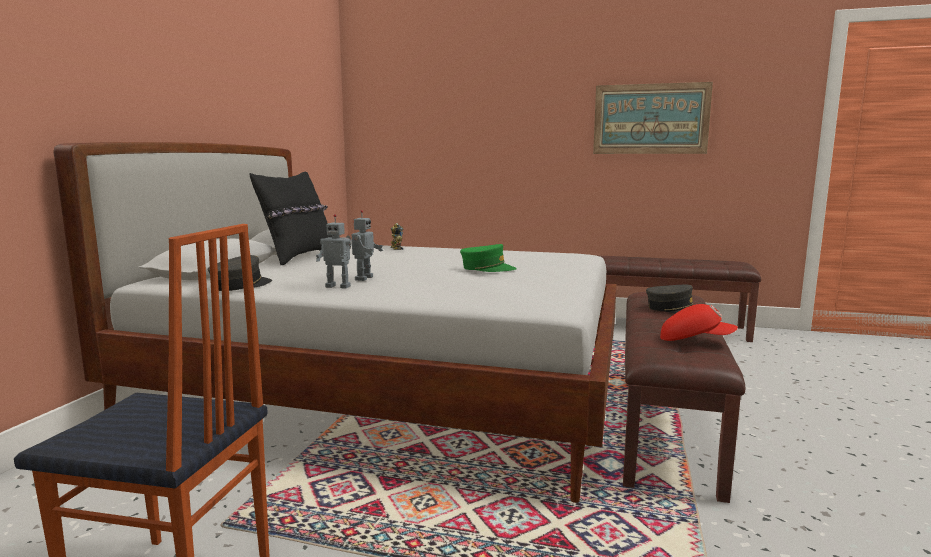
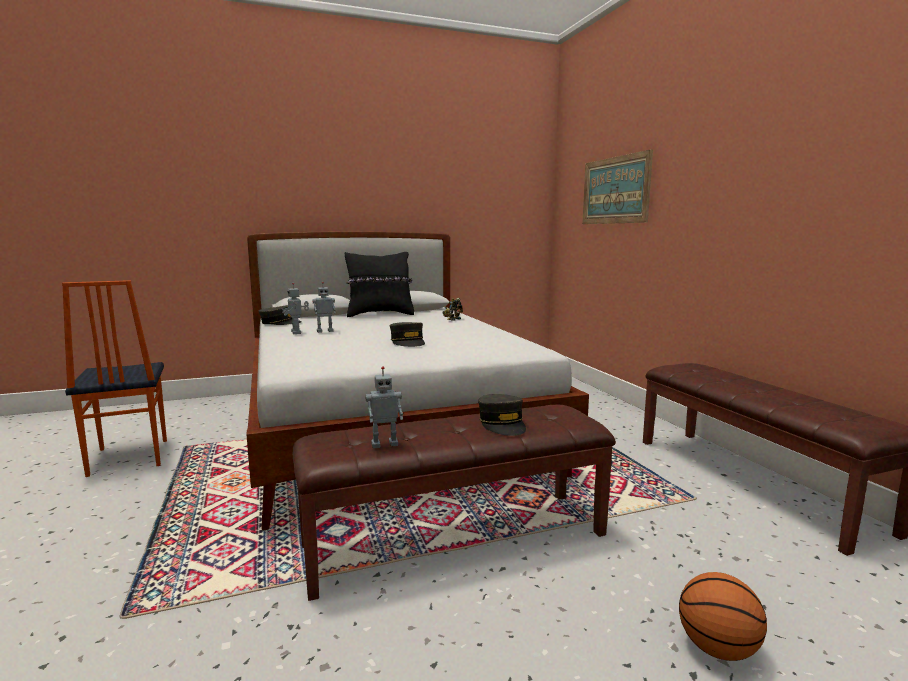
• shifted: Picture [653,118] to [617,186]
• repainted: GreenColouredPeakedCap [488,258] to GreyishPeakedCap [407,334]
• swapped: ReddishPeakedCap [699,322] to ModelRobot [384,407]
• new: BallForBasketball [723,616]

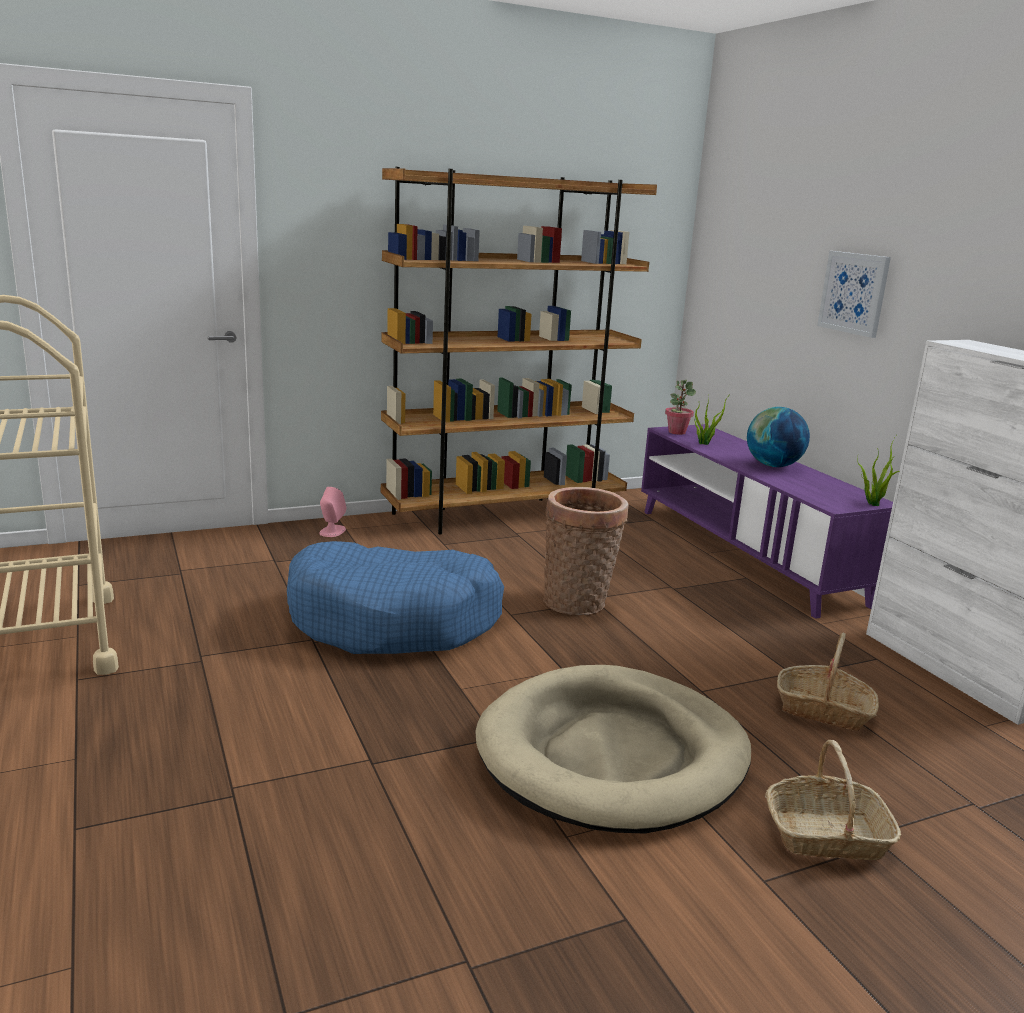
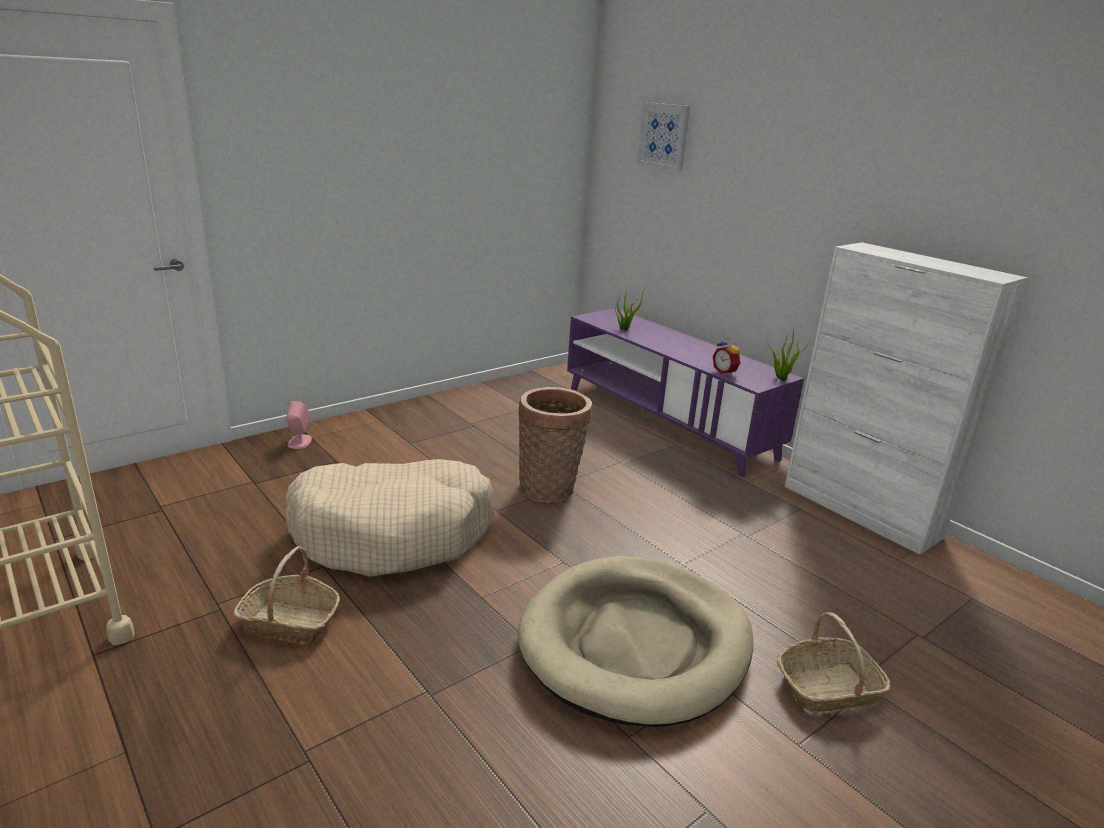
• gone: BrownColouredBookshelf [519,351]
• shifted: Picture [854,294] to [663,136]
• gone: Houseplant [680,407]
• gone: Globe [778,437]
• repainted: BlueDogBed [395,597] to BeigeColouredDogBed [390,518]
• shifted: StorageBasket [828,682] to [287,595]
• new: TableClock [726,357]

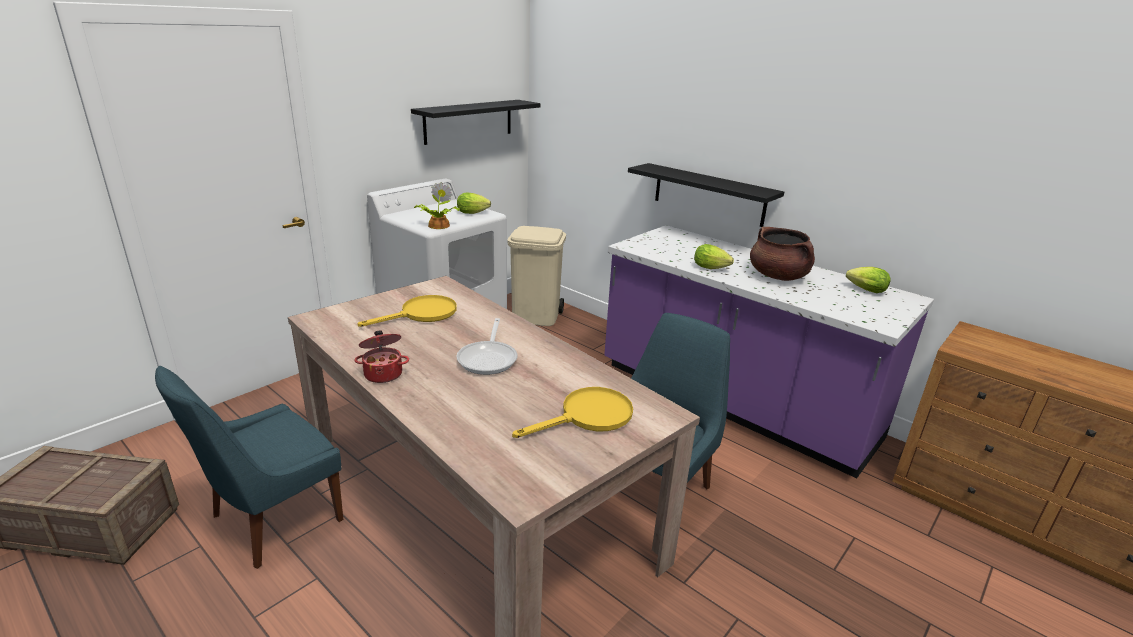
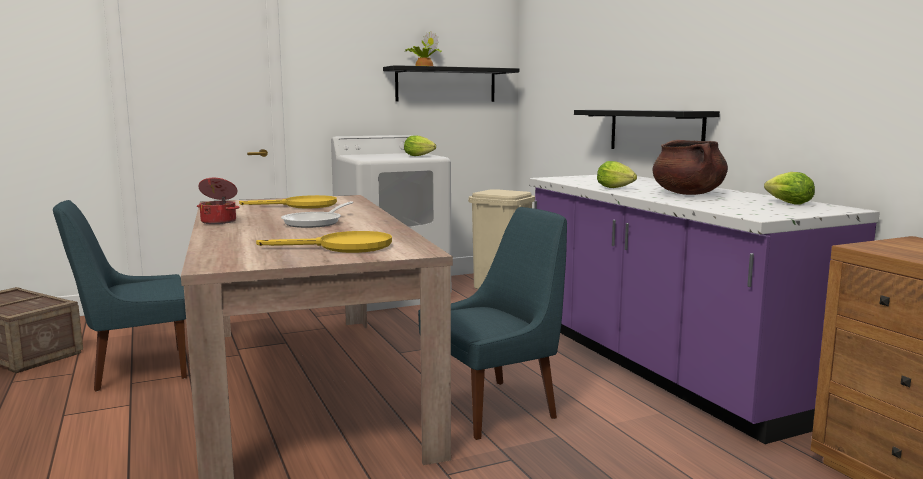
• shifted: Houseplant [437,205] to [423,48]

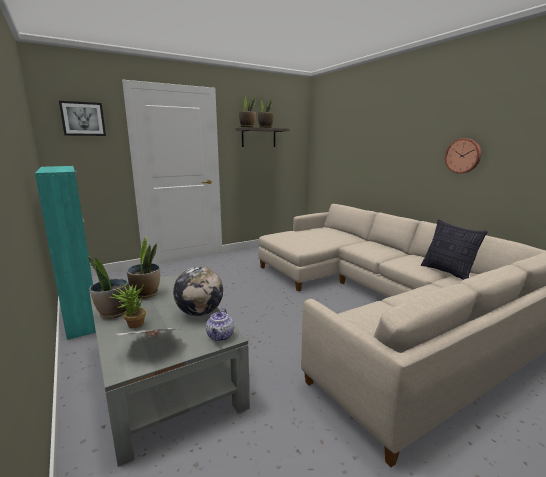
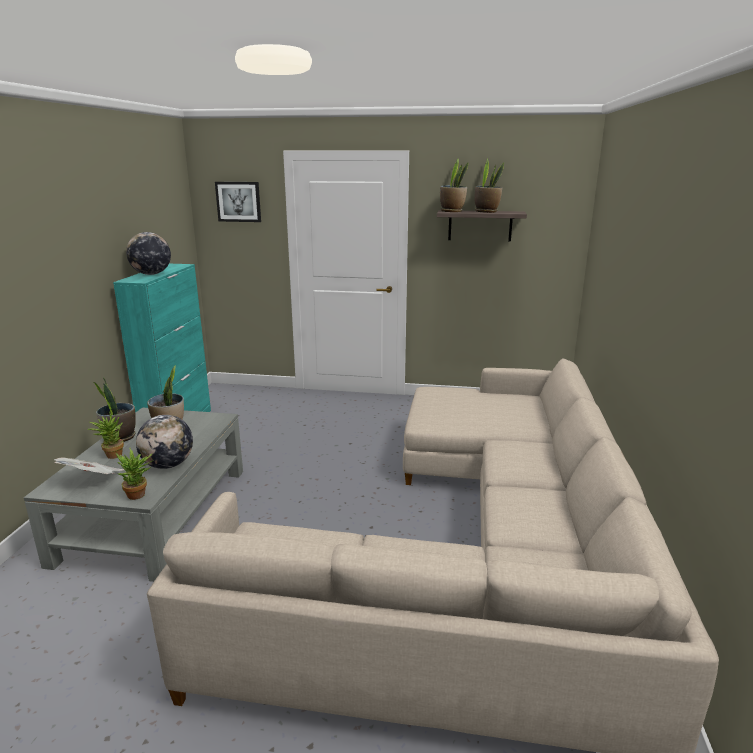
• gone: HangingClock [463,156]
• gone: Pillow [454,249]
• swapped: Teapot [220,324] to Houseplant [135,474]
• new: Globe [148,253]

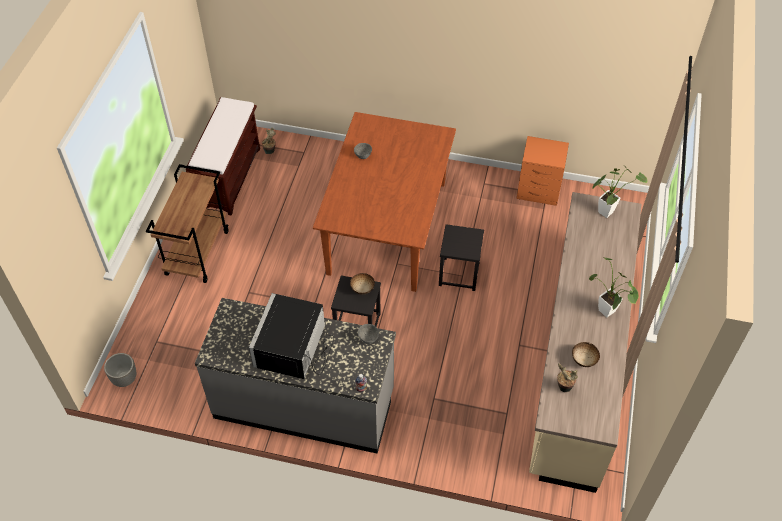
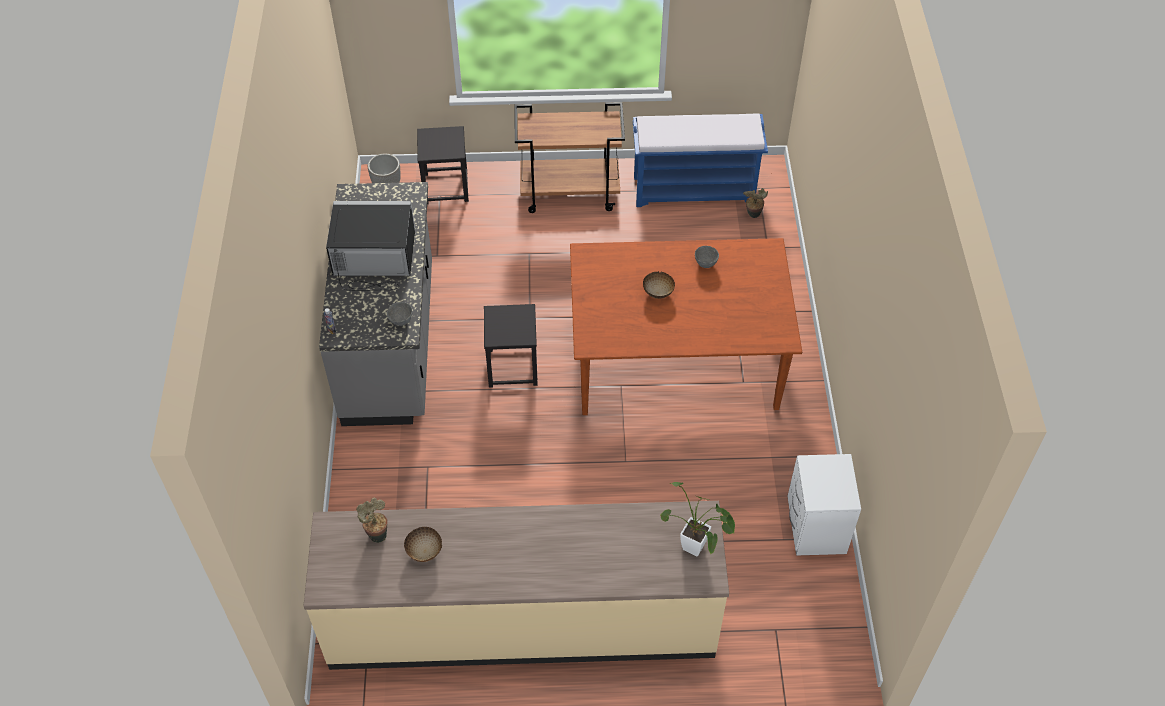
• repainted: BrownColouredBench [223,156] to BlueBench [700,160]
• repainted: OrangeBedsideTable [543,171] to WhiteColouredBedsideTable [824,505]
• shifted: BlackishStoolSeat [461,257] to [443,165]
• gone: Houseplant [614,287]
• shifted: ServingBowl [362,284] to [659,285]

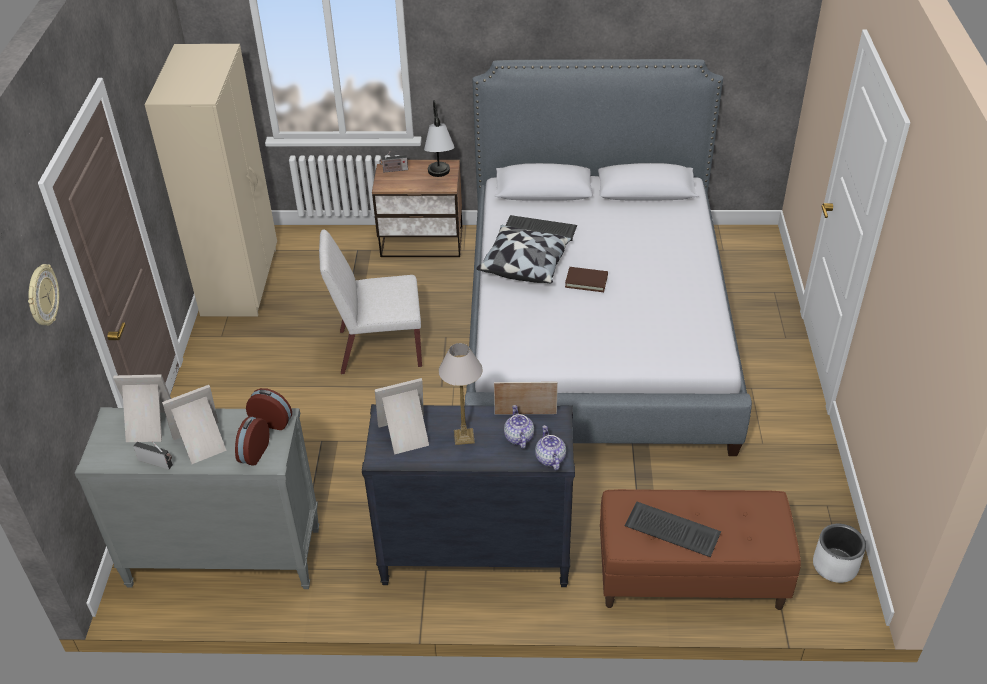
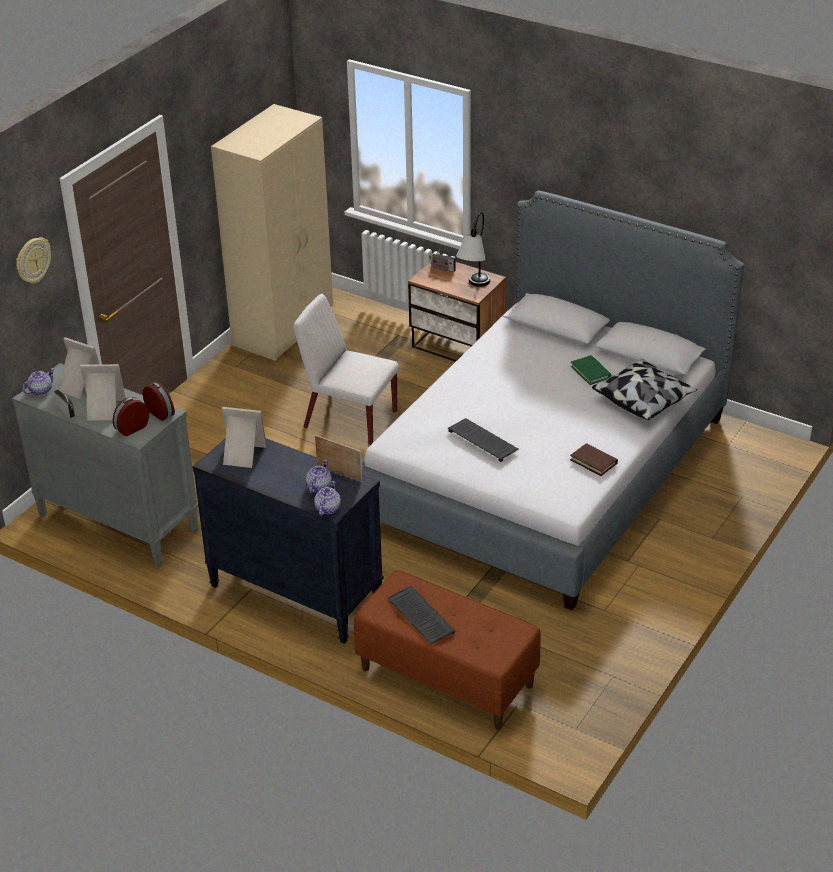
• shifted: PcKeyboard [541,228] to [483,440]
• shifted: Pillow [524,254] to [644,389]
• shifted: BrownColouredVolume [586,279] to [594,459]
• gone: TabletopLamp [460,394]
• gone: WhiteColouredPlantPot [839,553]
• new: GreenColouredVolume [591,370]
• new: Teapot [38,381]

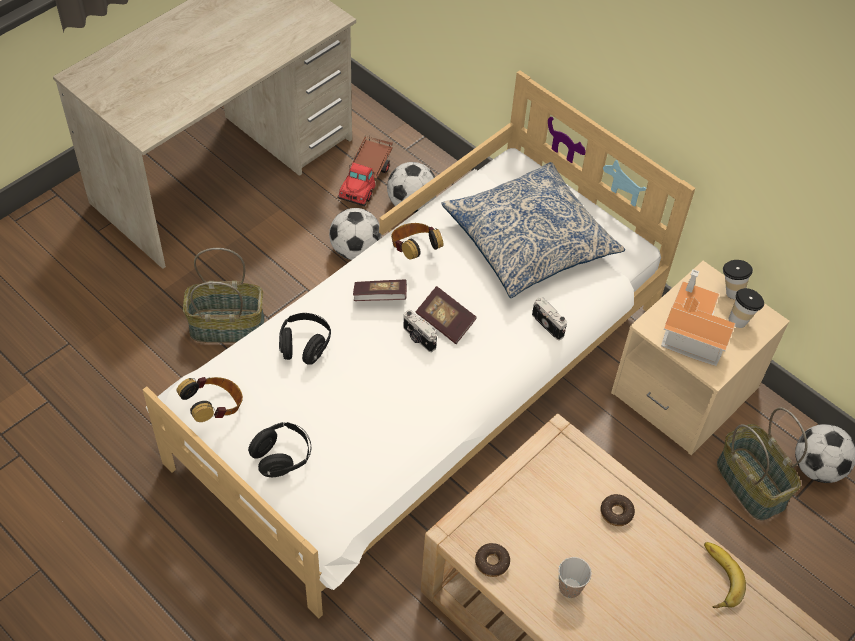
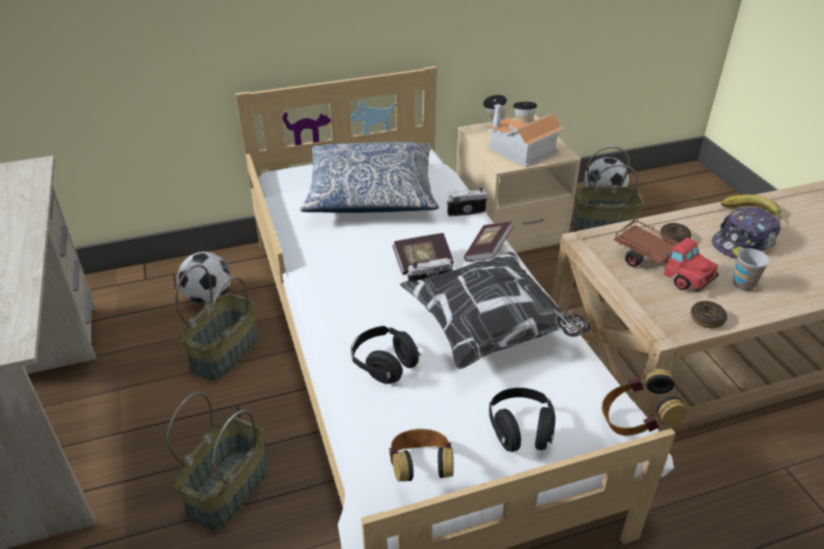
• shifted: ToyTruck [365,171] to [666,255]
• swapped: BallForFootball [355,234] to StorageBasket [217,323]
• shifted: Headset [417,241] to [644,402]
• shifted: Volume [380,290] to [488,241]
• new: PeakedCap [746,232]
• new: Pillow [496,310]

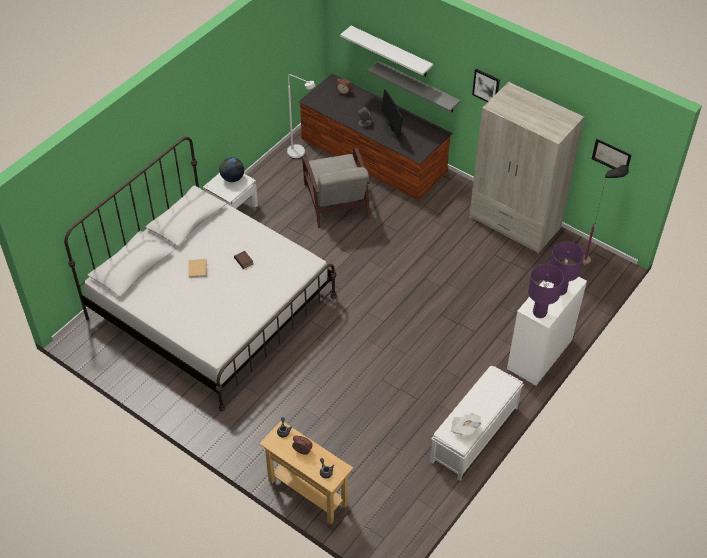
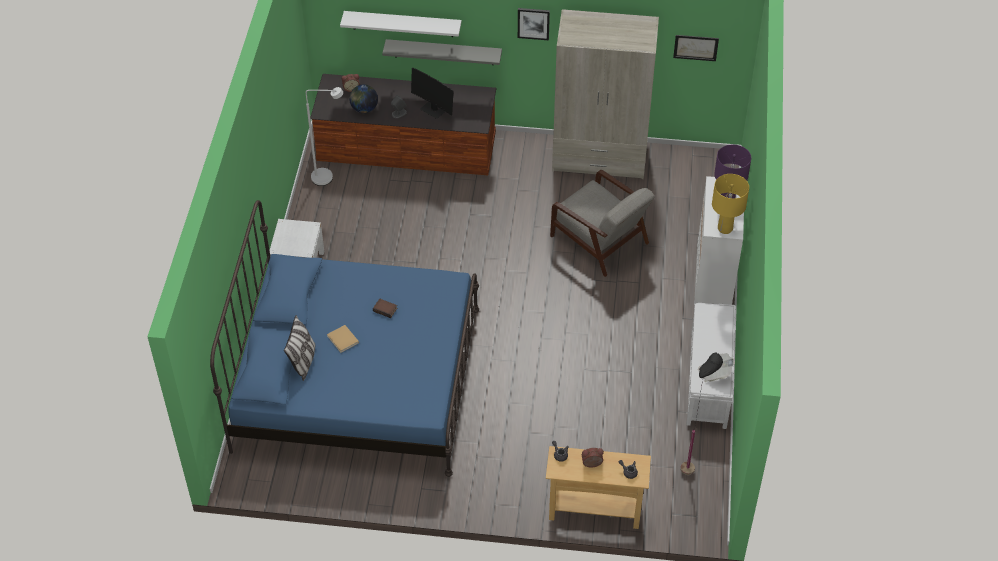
• repainted: WhiteColouredBedroomBed [200,274] to BlueBedroomBed [344,338]
• shifted: GreyishLoungeChair [336,187] to [602,223]
• shifted: Globe [231,169] to [363,99]
• shifted: BlackishStandardLamp [605,215] to [701,414]
• repainted: PurpleTabletopLamp [546,291] to YellowTabletopLamp [730,204]
• new: Pillow [299,348]

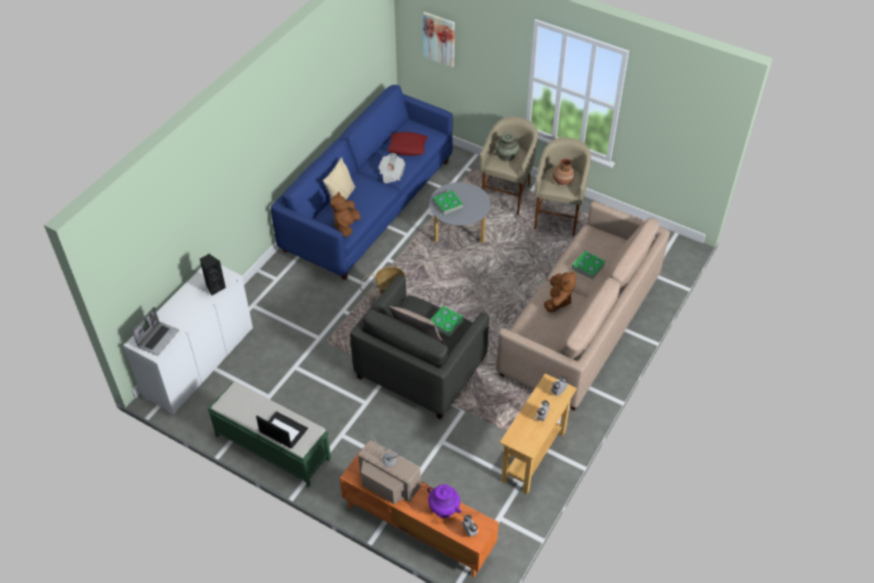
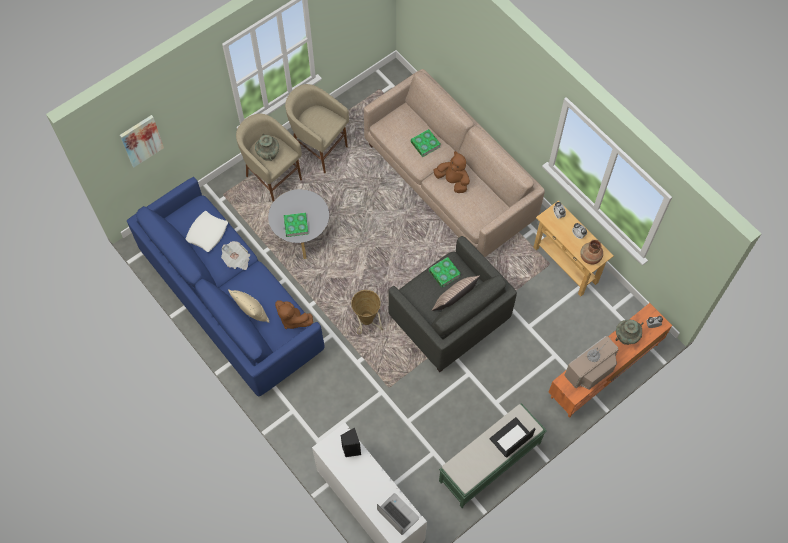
• repainted: ReddishPillow [407,144] to WhiteColouredPillow [207,231]
• shifted: BrownColouredVase [564,171] to [591,252]
• repainted: PurpleVase [444,501] to TurquoiseVase [629,332]

